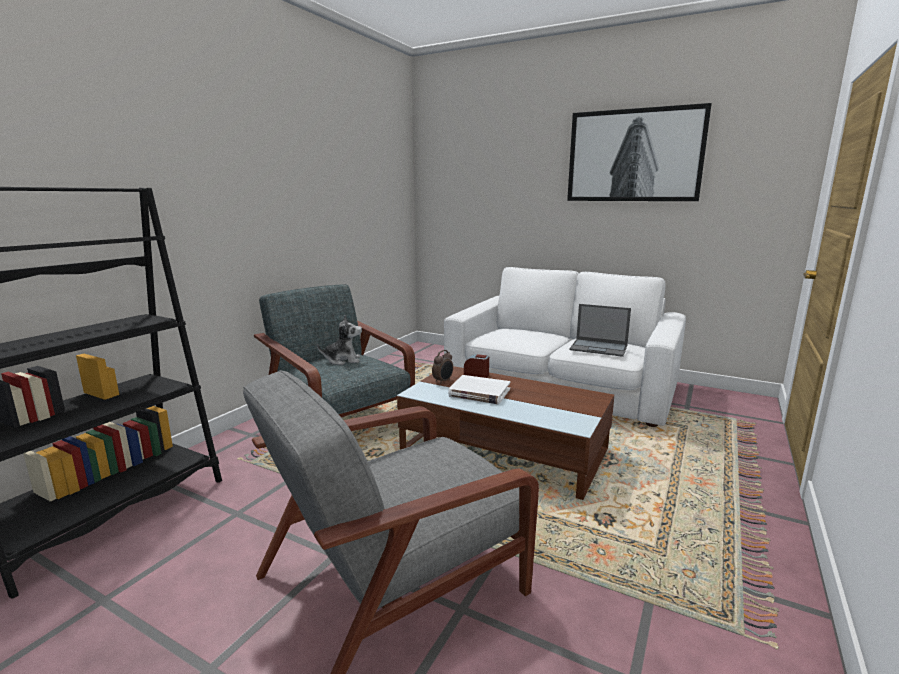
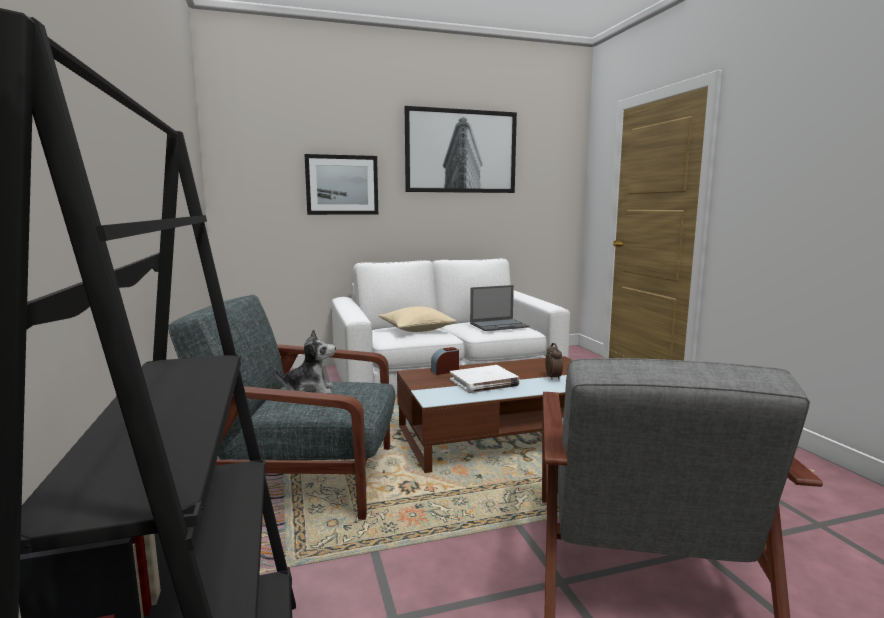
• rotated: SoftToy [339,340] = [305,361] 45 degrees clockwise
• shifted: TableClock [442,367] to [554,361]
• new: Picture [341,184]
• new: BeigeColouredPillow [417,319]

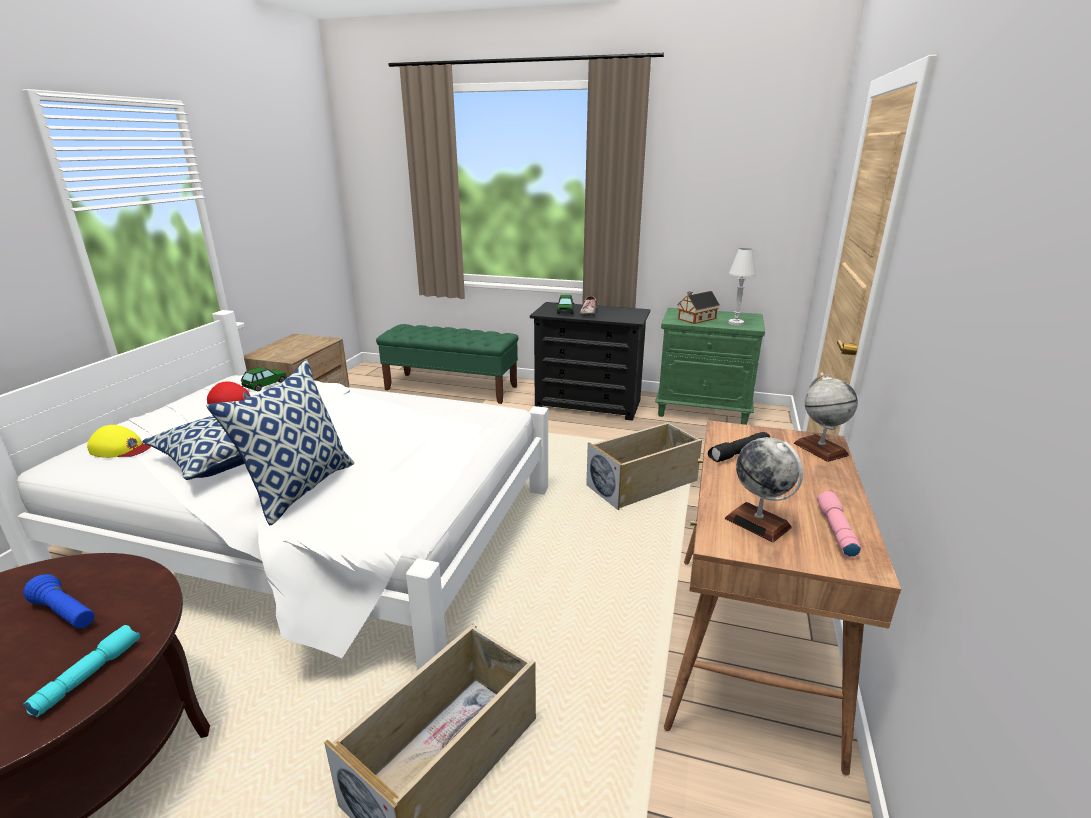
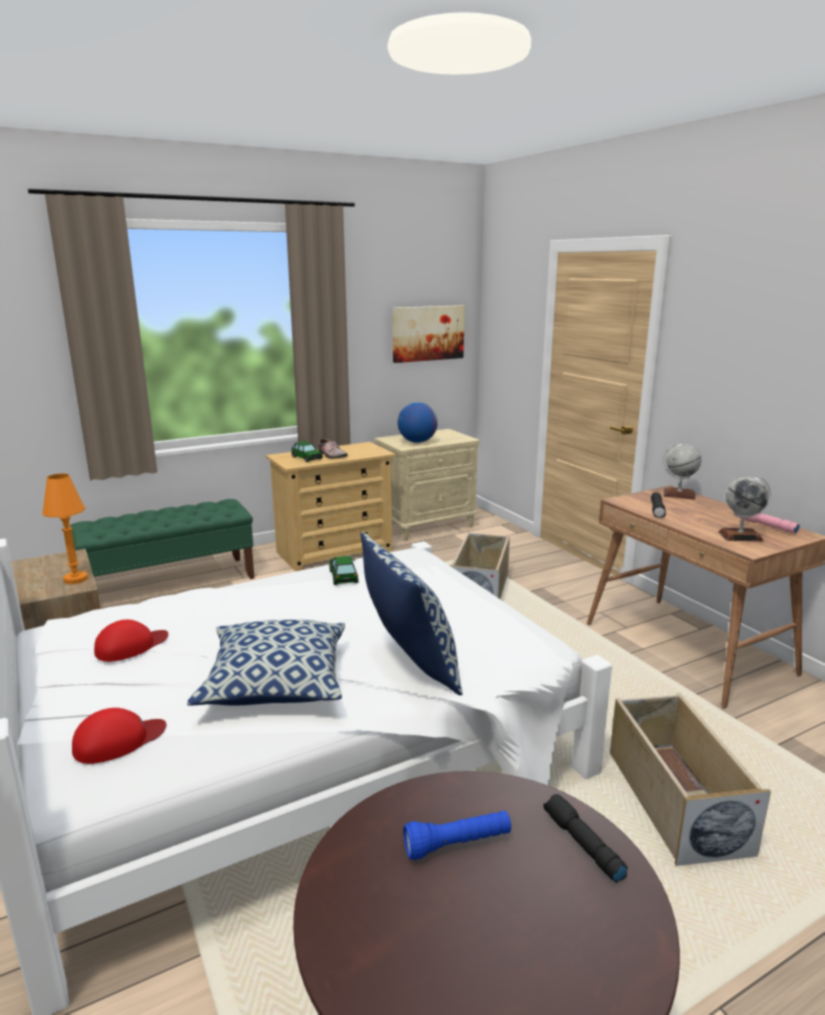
• gone: WhiteColouredTabletopLamp [742,287]
• swapped: MiniatureHouse [698,307] to Globe [418,422]
• repainted: BlackishDresser [590,361] to BeigeColouredDresser [331,506]
• repainted: GreenColouredBedsideTable [710,366] to BeigeColouredBedsideTable [427,485]
• shifted: ModelCar [264,379] to [343,570]
• repainted: YellowPeakedCap [119,441] to ReddishPeakedCap [119,736]
• repainted: TurquoiseHandTorch [81,671] to BlackishHandTorch [585,838]
• new: Picture [428,334]
• new: OrangeTabletopLamp [65,529]

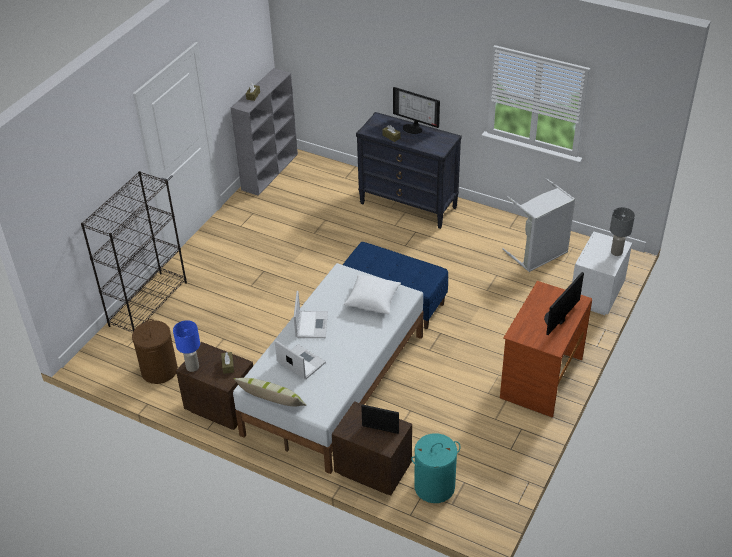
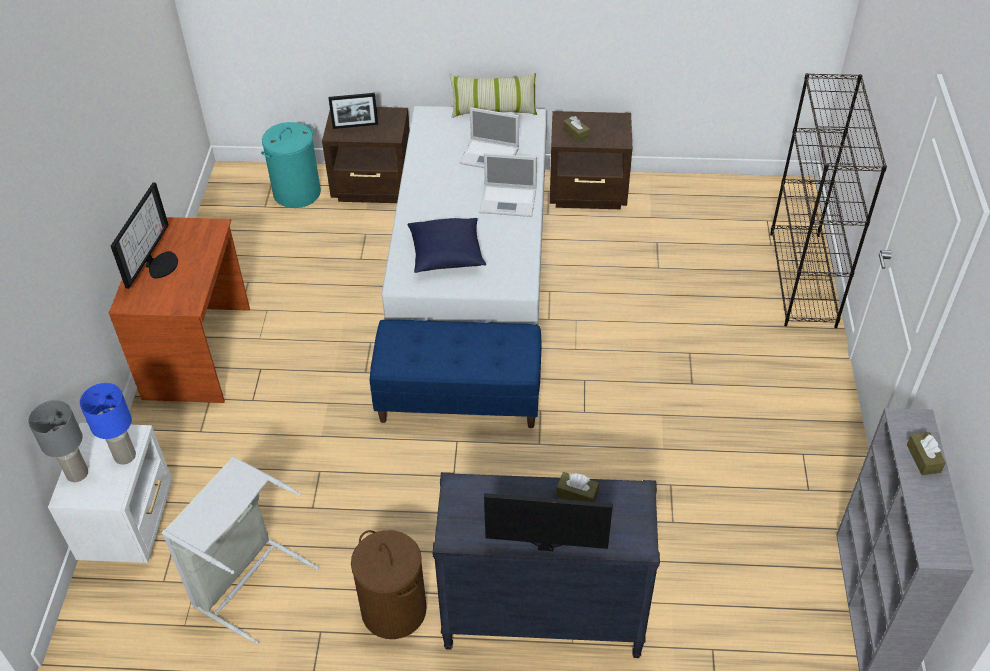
• repainted: WhiteColouredPillow [372,294] to BluePillow [446,245]
• rotated: PortableComputer [311,314] = [508,185] 60 degrees counterclockwise
• shifted: BrownColouredLaundryBasket [155,351] to [389,584]
• shifted: BlueTabletopLamp [186,346] to [108,423]

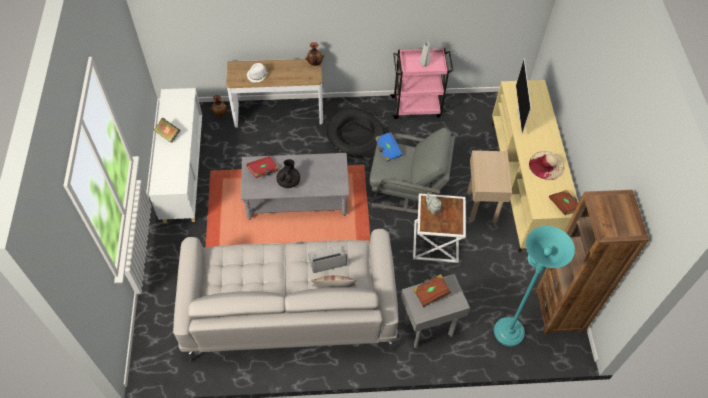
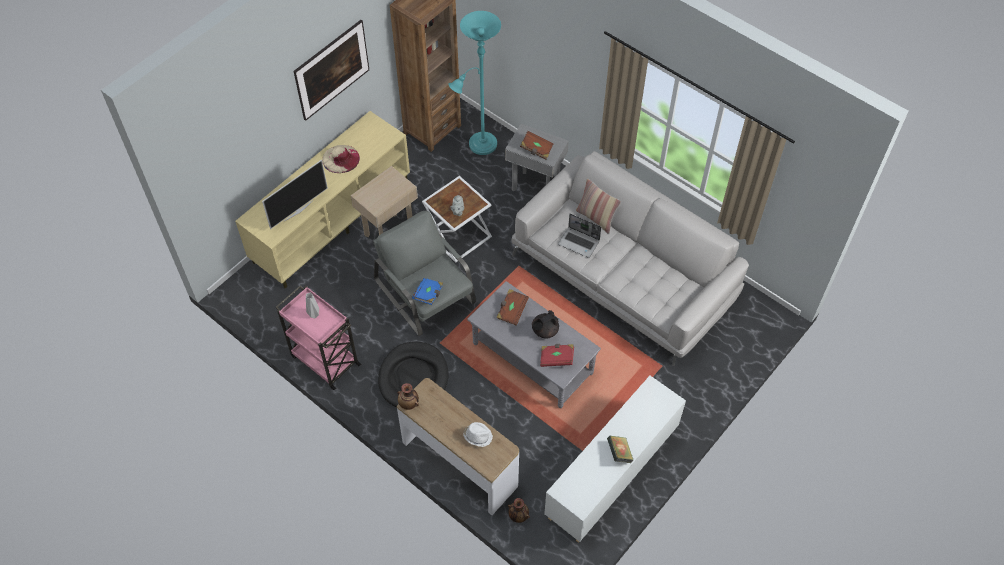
• shifted: BrownColouredVolume [564,202] to [513,307]
• new: Picture [331,70]

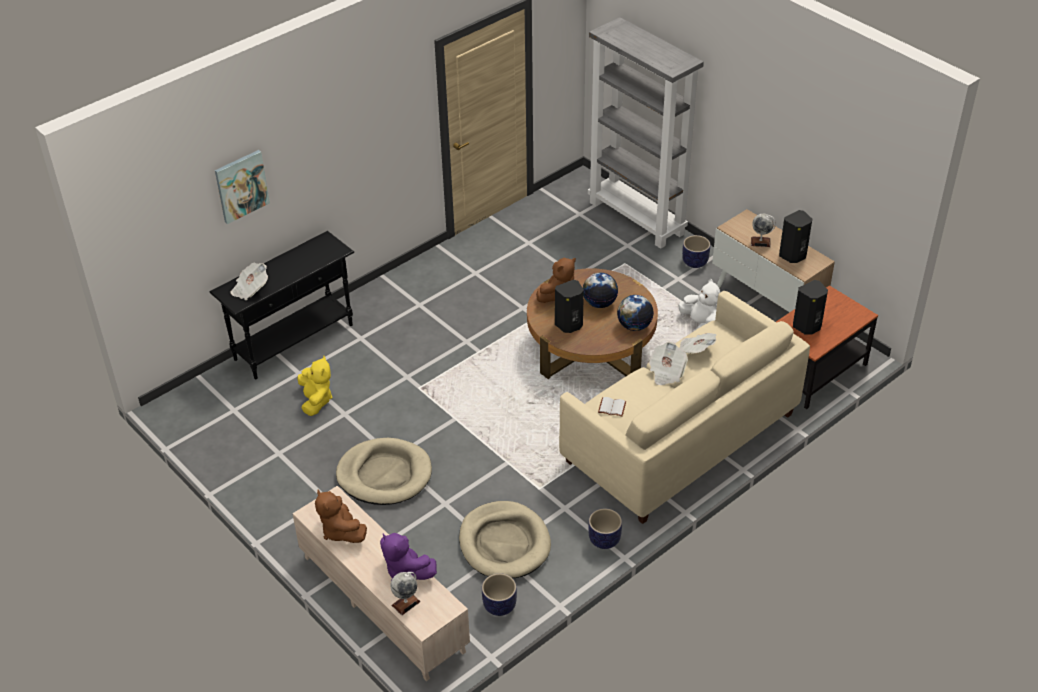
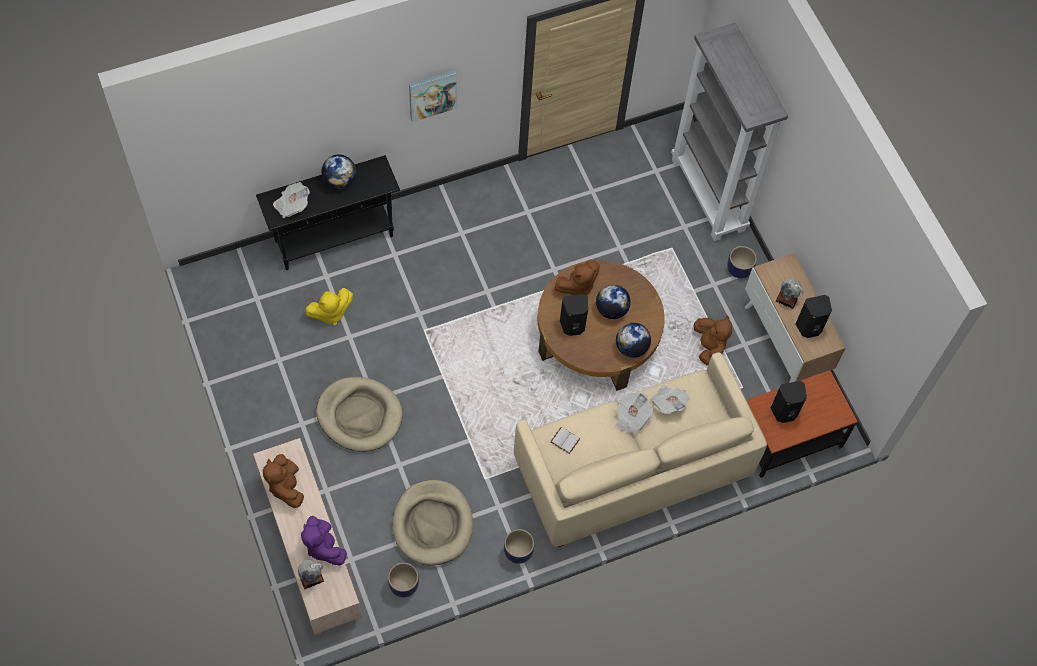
• shifted: Picture [242,187] to [432,96]
• repainted: WhiteColouredSoftToy [699,304] to BrownColouredSoftToy [713,340]
• rotated: YellowSoftToy [315,386] = [329,306] 60 degrees clockwise
• new: Globe [339,171]

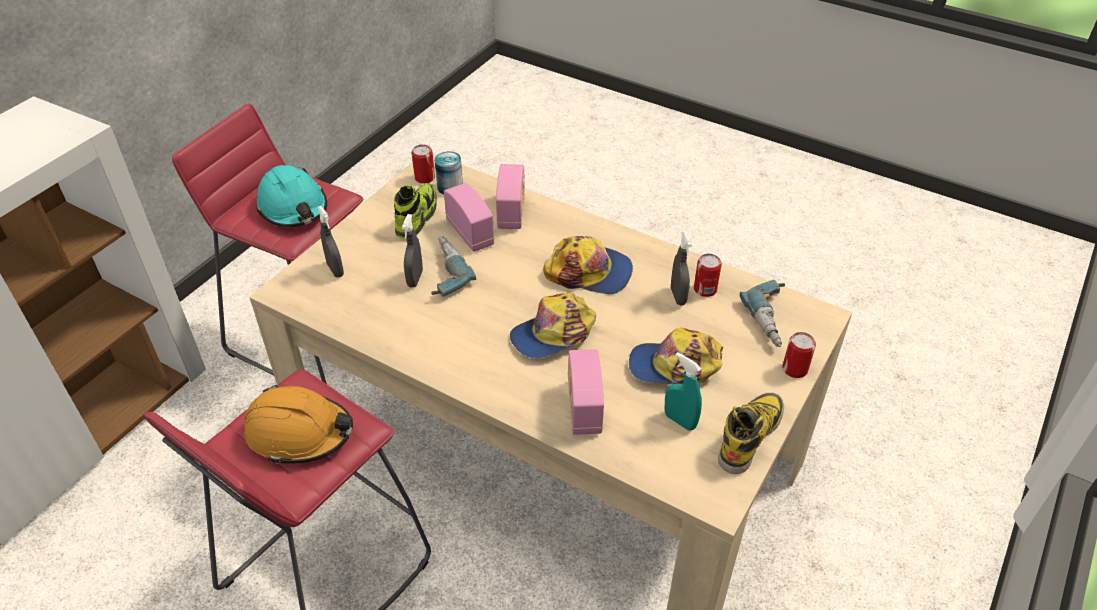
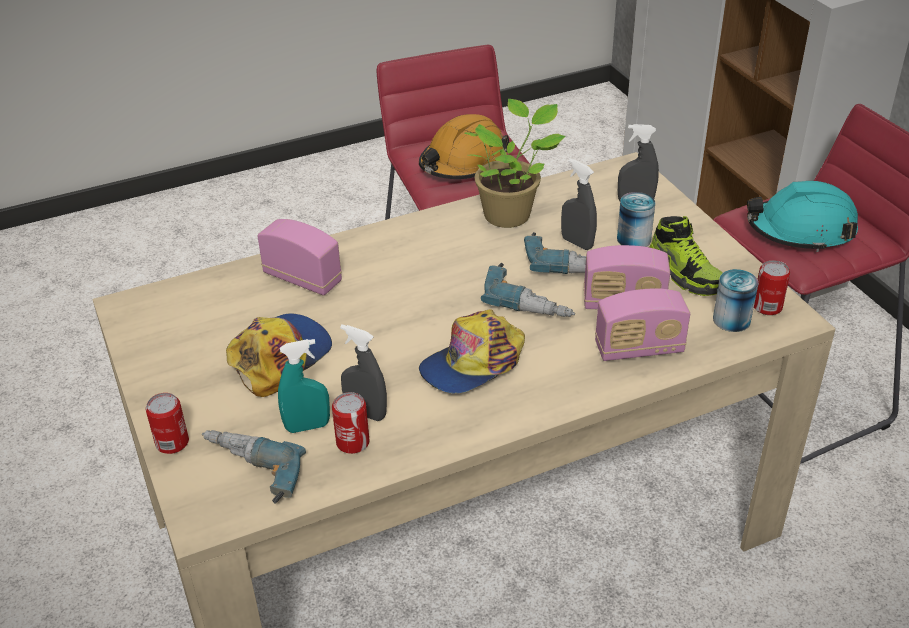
• rotated: RadioReceiver [510,196] = [642,324] 45 degrees counterclockwise
• gone: PeakedCap [553,325]
• shifted: TurquoiseSprayer [683,391] to [304,386]
• gone: Boot [751,433]
• new: Houseplant [514,163]
• new: SealedCan [636,219]
• new: PowerDrill [528,290]

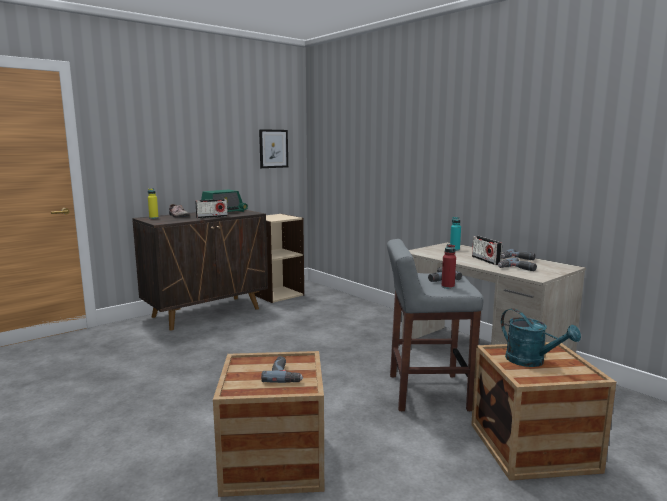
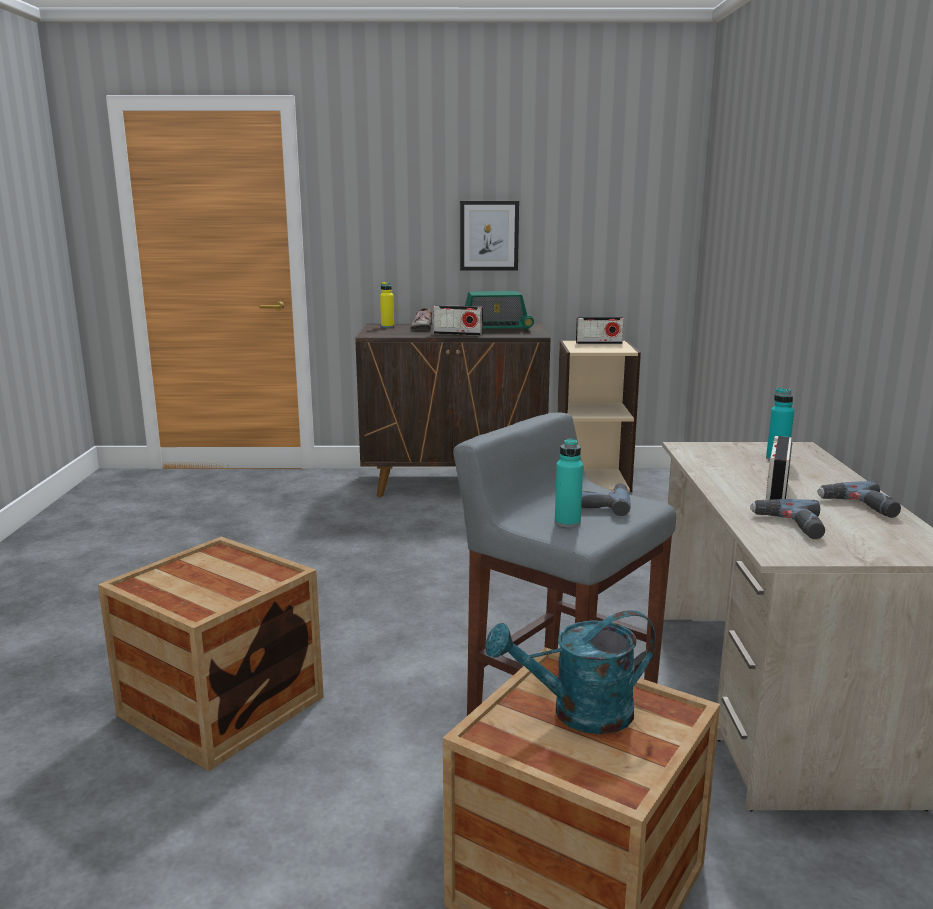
• shifted: Picture [273,148] to [489,235]
• repainted: ReddishBottle [448,266] to TurquoiseBottle [569,483]
• rotated: TurquoiseWateringPot [541,337] = [571,672] 75 degrees clockwise
• gone: PowerDrill [282,369]
• new: RadioReceiver [600,330]

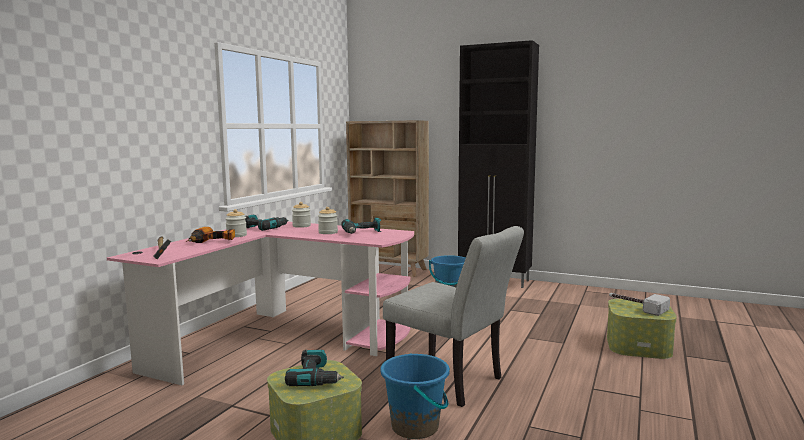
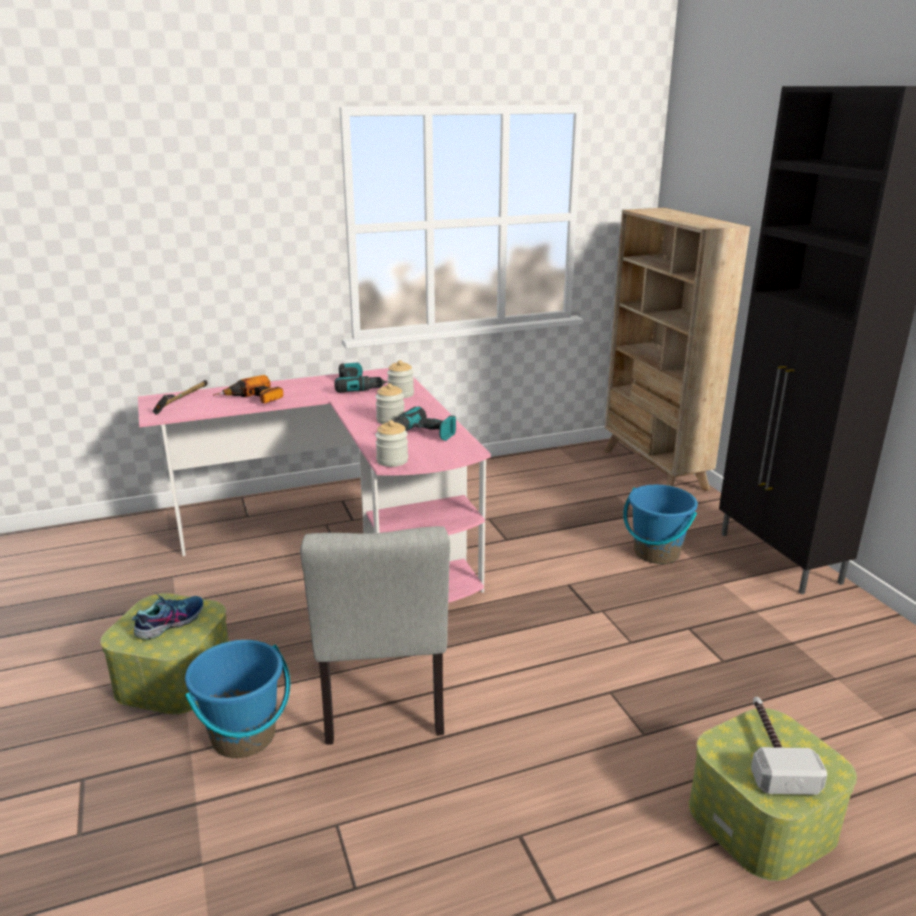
• shifted: StorageJar [236,223] to [391,443]
• swapped: PowerDrill [314,368] to Shoe [167,616]

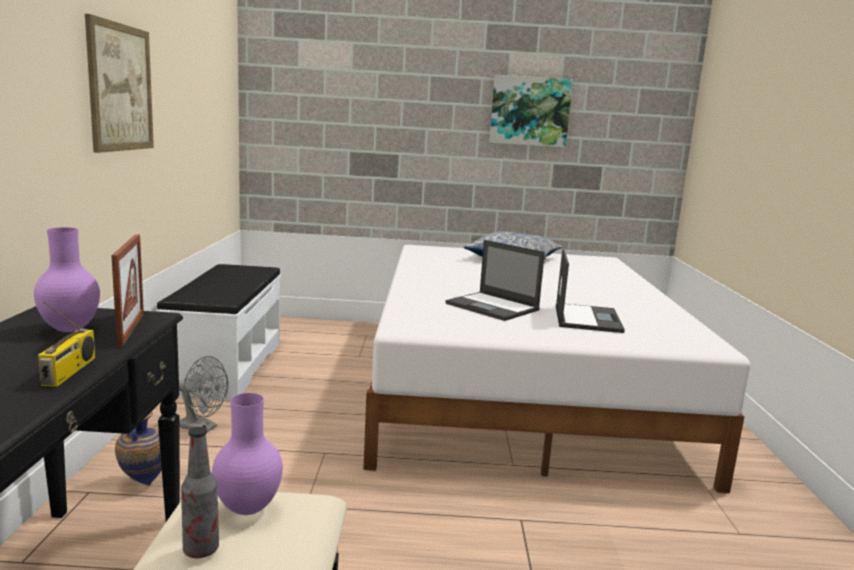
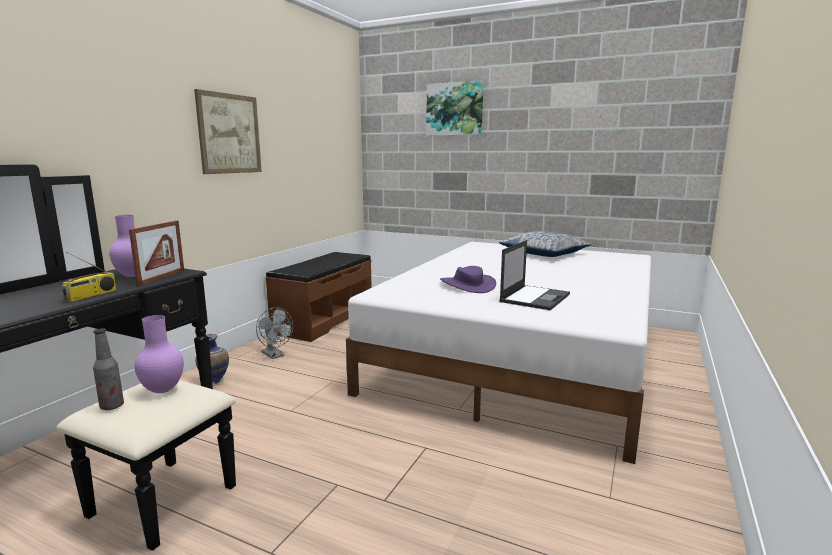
• shifted: Picture [531,111] to [454,108]
• swapped: PortableComputer [495,280] to PurpleClothingHat [468,279]
• repainted: WhiteColouredBench [218,332] to BrownColouredBench [318,297]

